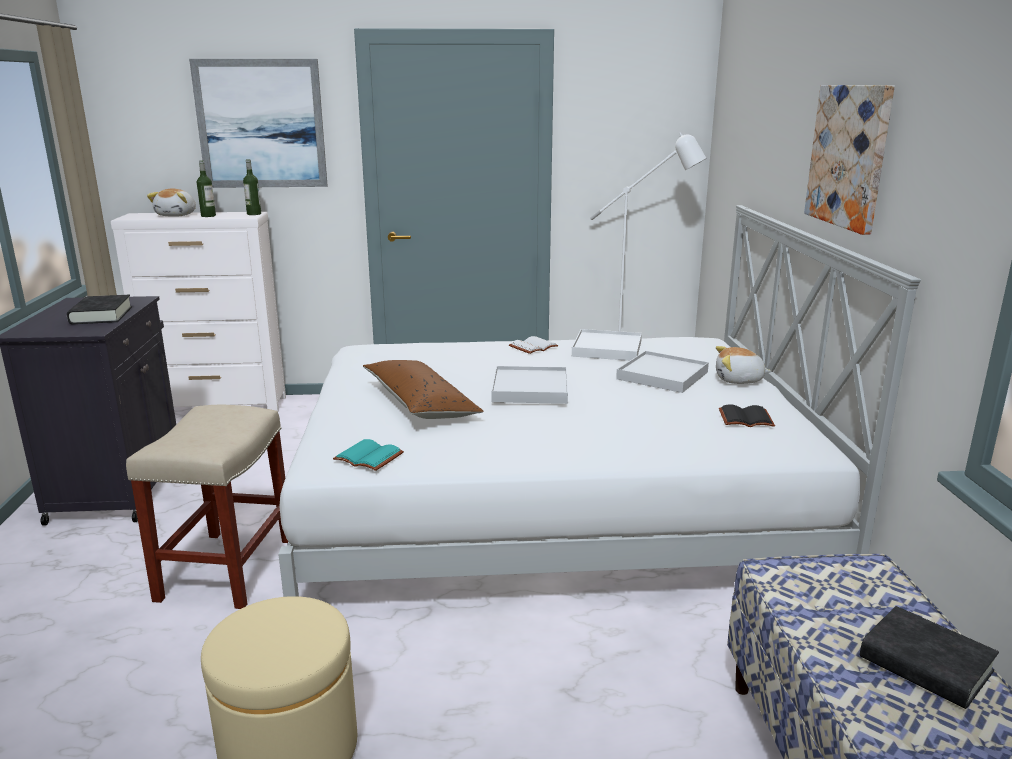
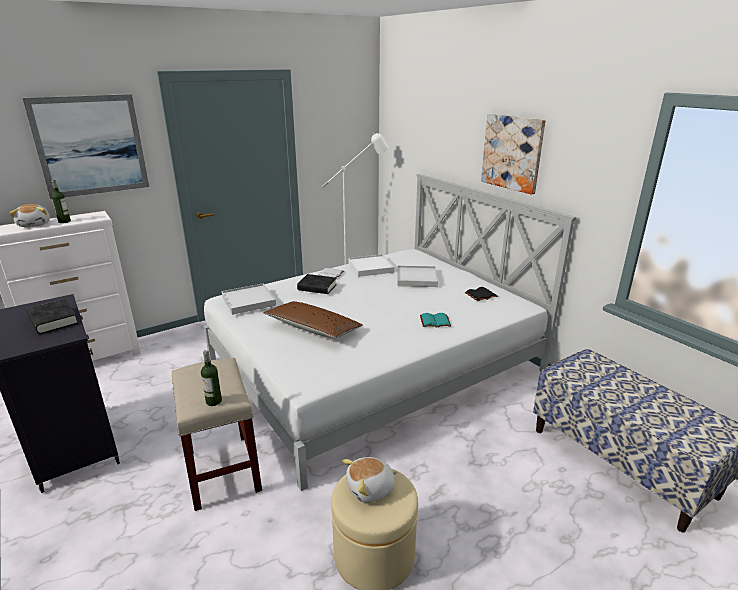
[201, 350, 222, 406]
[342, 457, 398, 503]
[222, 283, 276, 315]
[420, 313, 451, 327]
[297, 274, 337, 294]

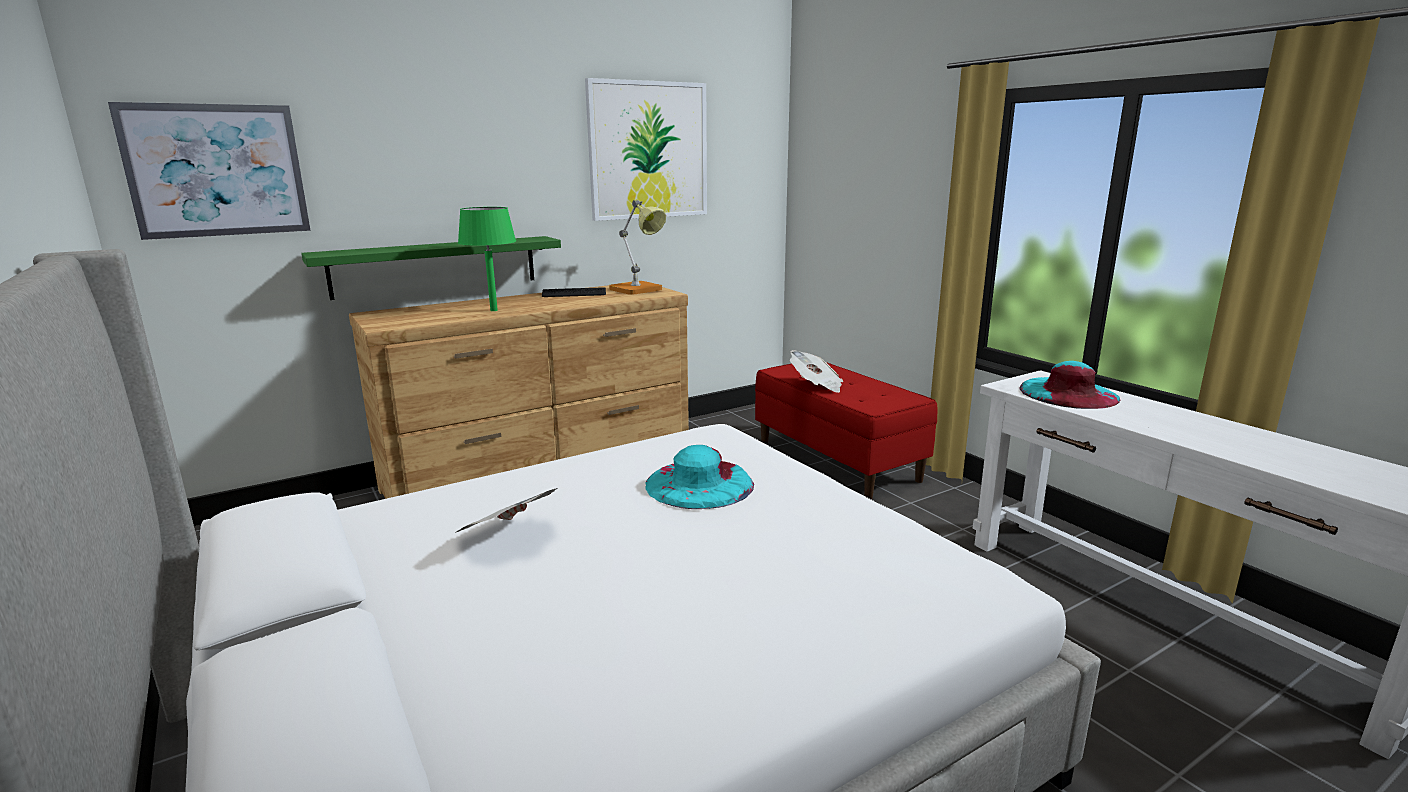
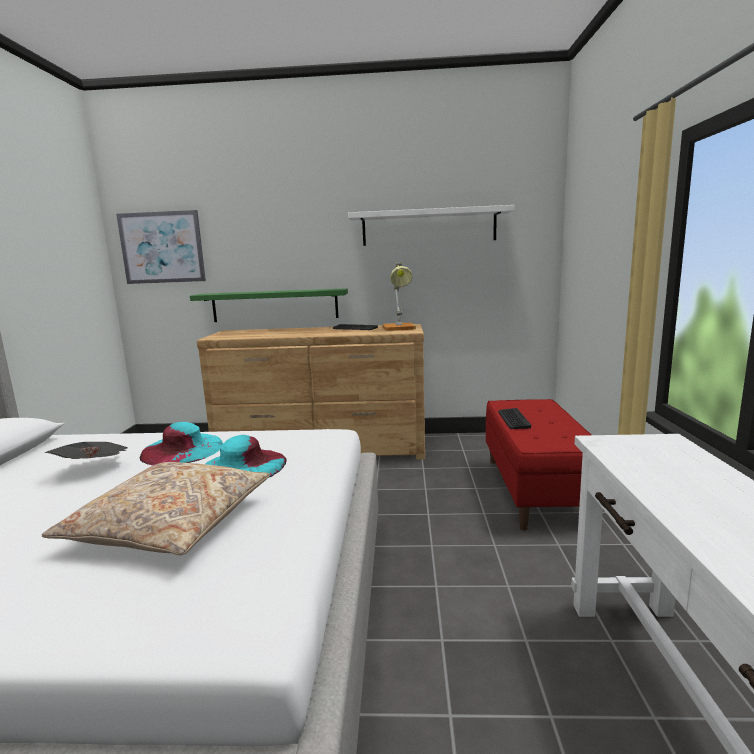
[348, 205, 515, 246]
[458, 207, 516, 311] (first image)
[498, 408, 531, 429]
[140, 422, 223, 466]
[42, 462, 270, 555]

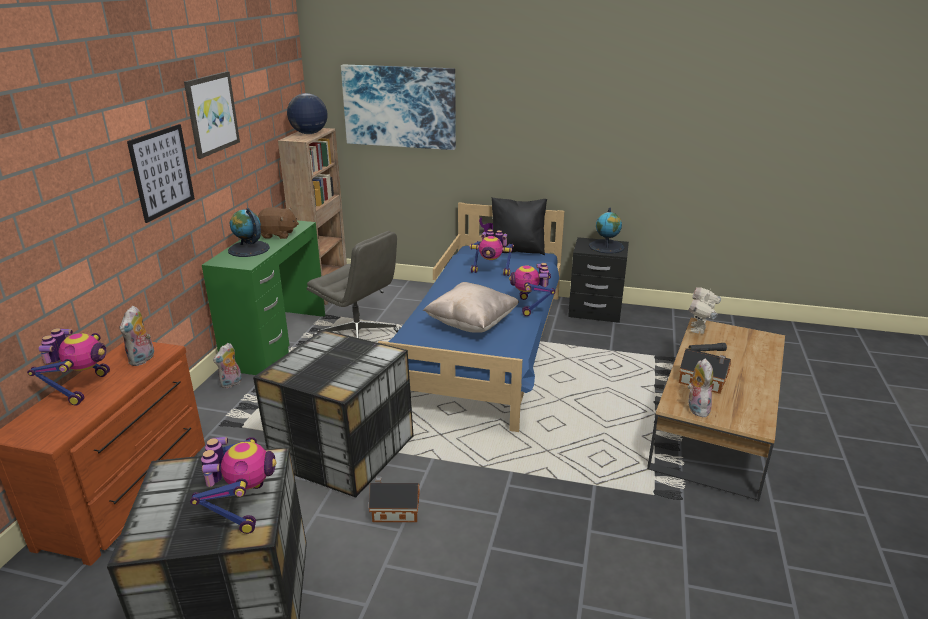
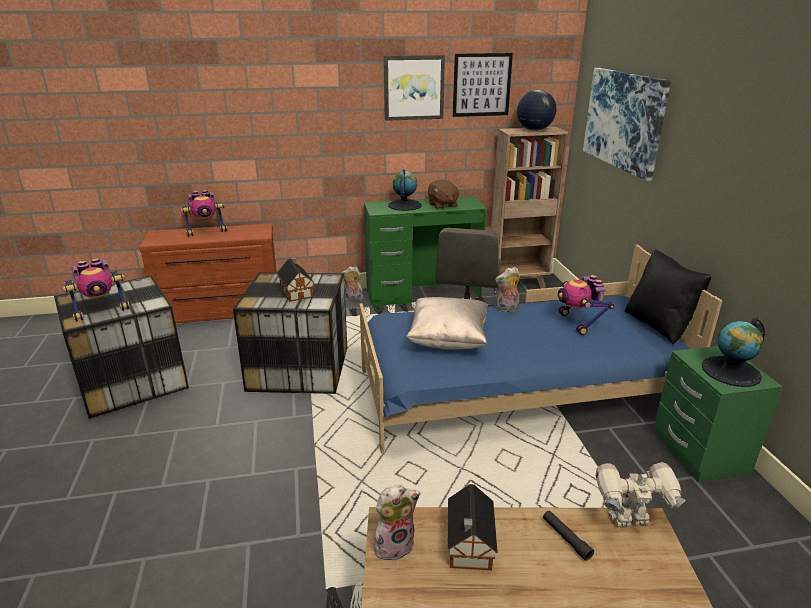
[453, 53, 513, 117]
[655, 346, 783, 482]
[509, 263, 555, 316] (first image)
[495, 267, 520, 313]
[277, 257, 314, 302]

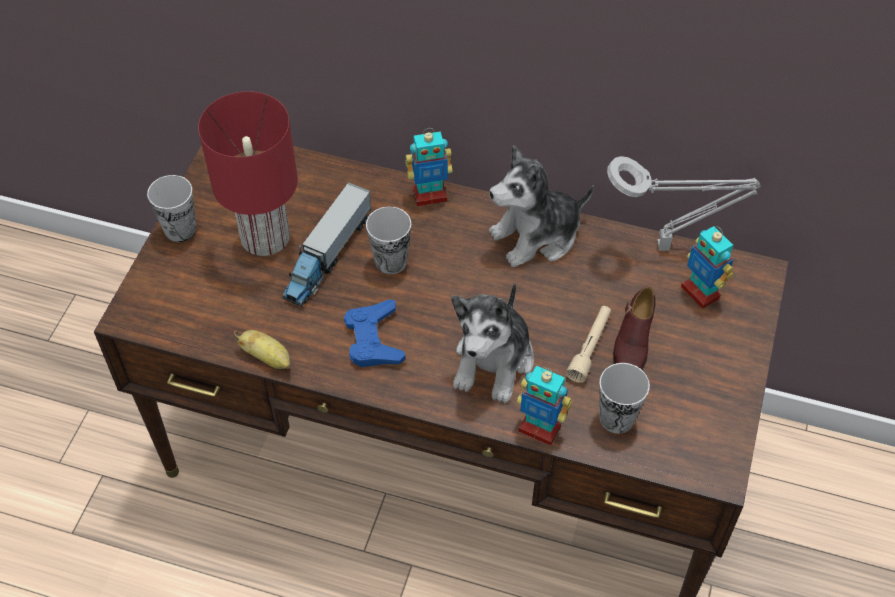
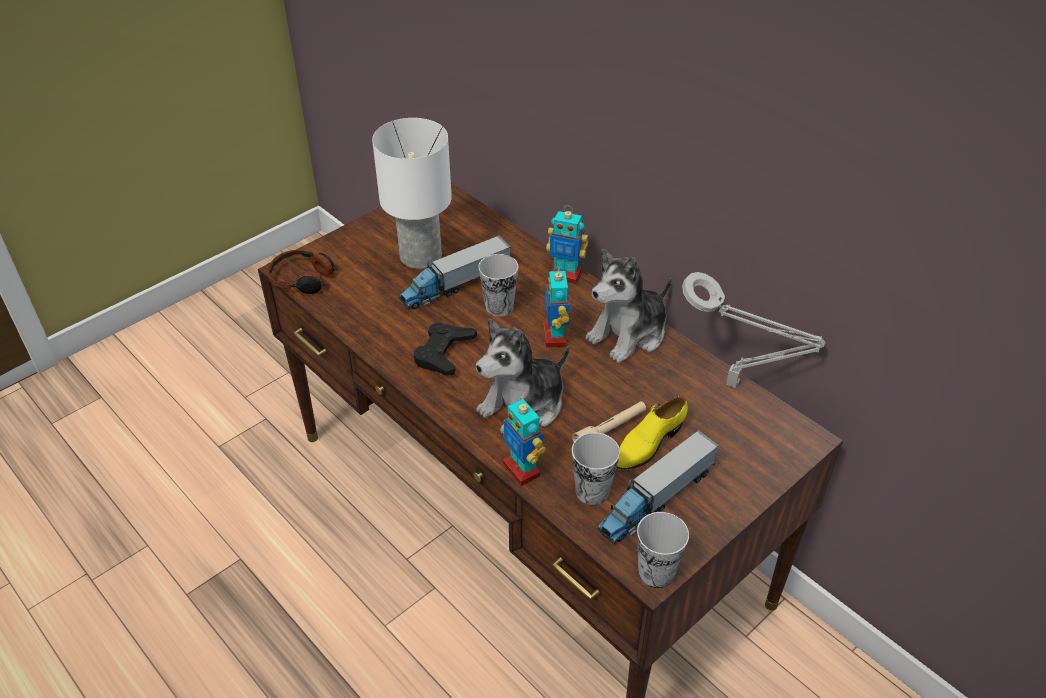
[372, 118, 452, 269]
[586, 249, 672, 363]
[637, 512, 689, 588]
[544, 266, 570, 348]
[616, 396, 688, 470]
[413, 322, 477, 376]
[234, 330, 290, 369] (first image)
[267, 250, 338, 294]
[597, 430, 719, 544]

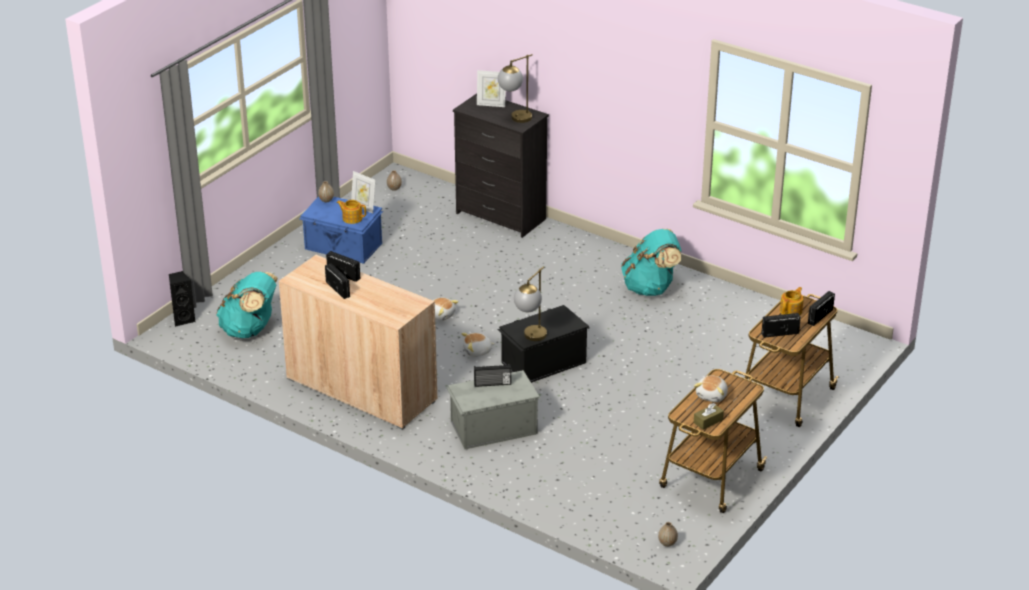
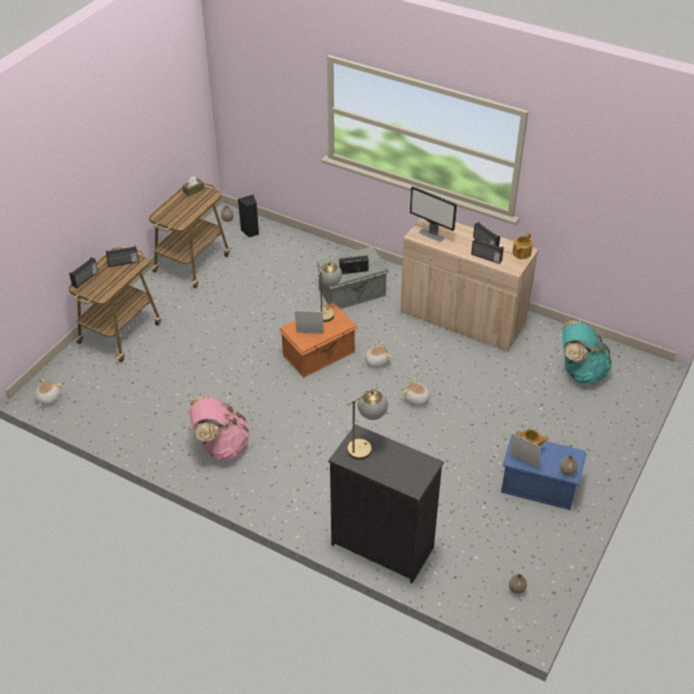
[295, 311, 324, 334]
[189, 396, 250, 461]
[238, 195, 259, 238]
[512, 233, 533, 259]
[280, 302, 358, 377]
[35, 378, 62, 406]
[410, 186, 457, 242]

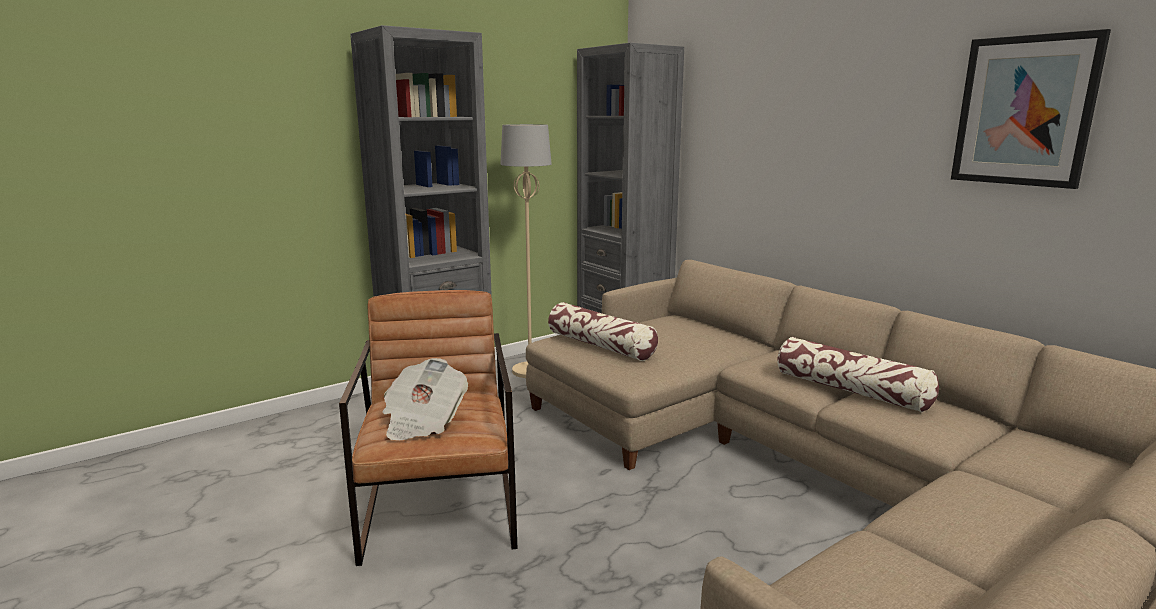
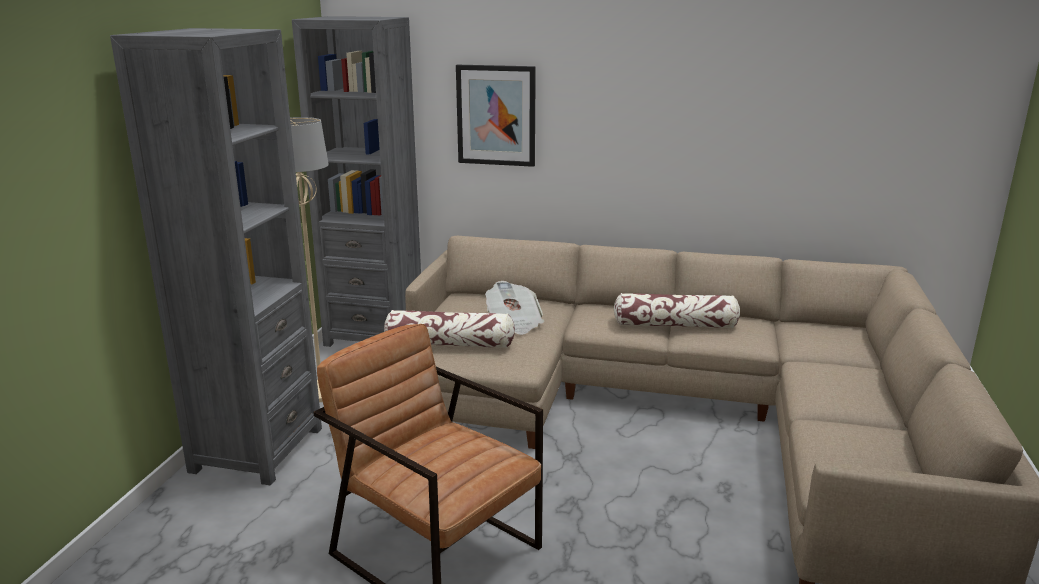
[456, 65, 536, 167]
[485, 281, 544, 335]

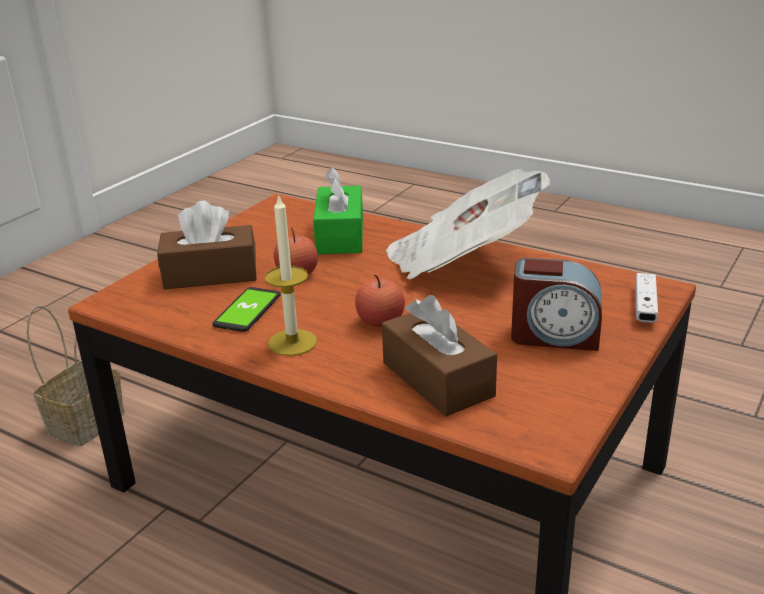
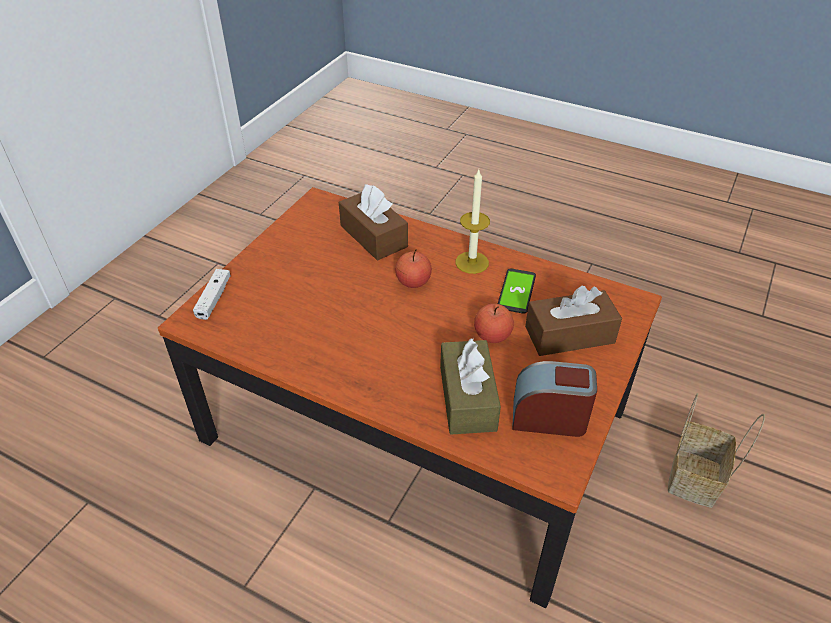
[440, 338, 501, 435]
[386, 169, 550, 280] (first image)
[512, 361, 597, 437]

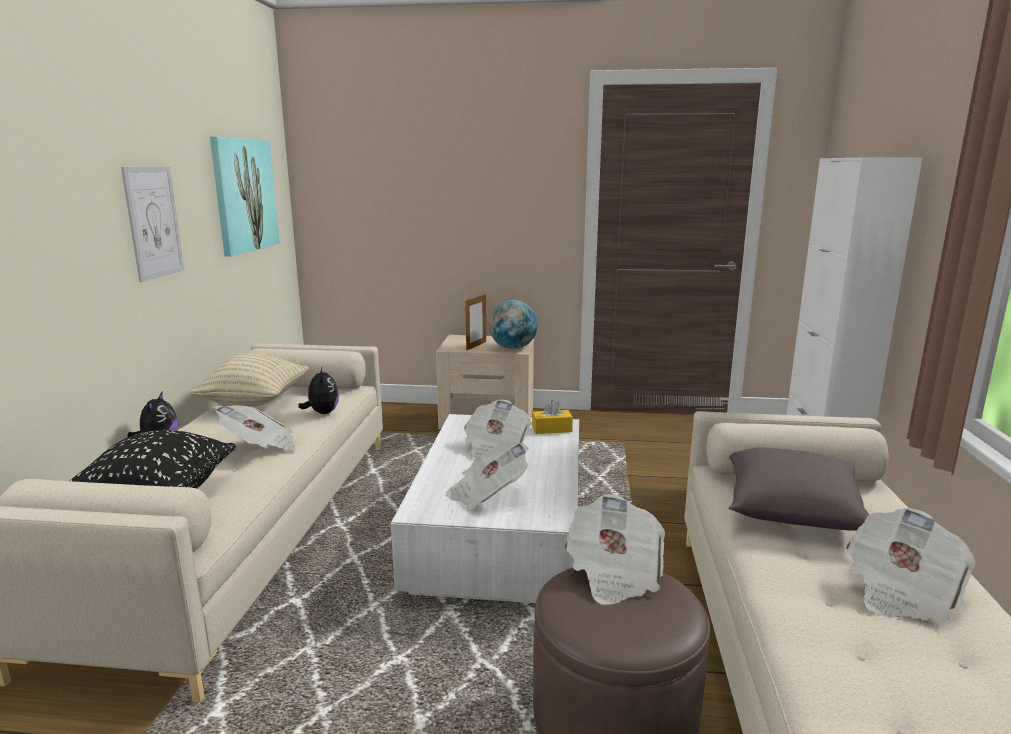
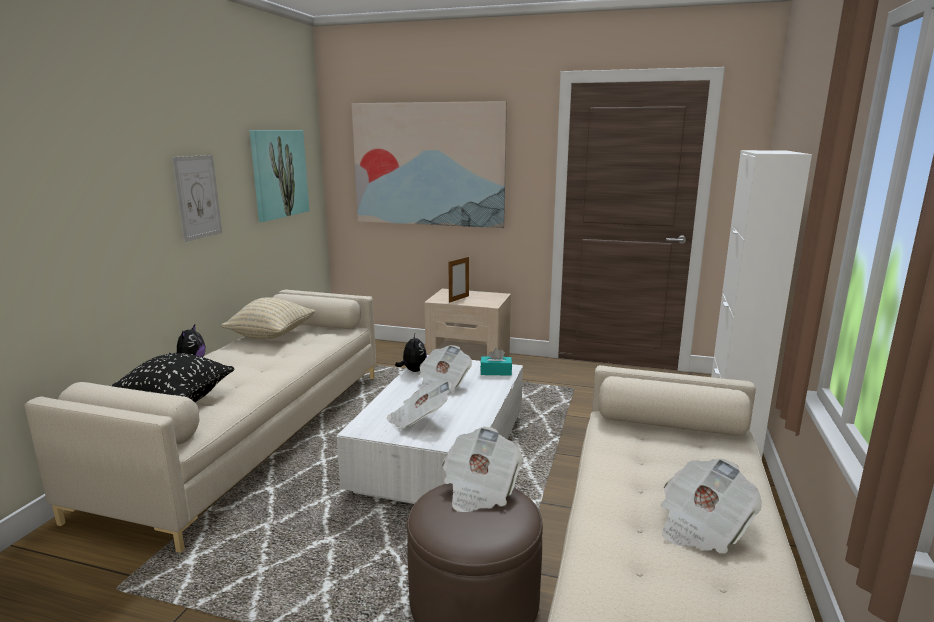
[489, 300, 538, 349] (first image)
[395, 334, 427, 372]
[480, 348, 512, 376]
[214, 405, 296, 450] (first image)
[729, 447, 869, 531] (first image)
[352, 101, 507, 228]

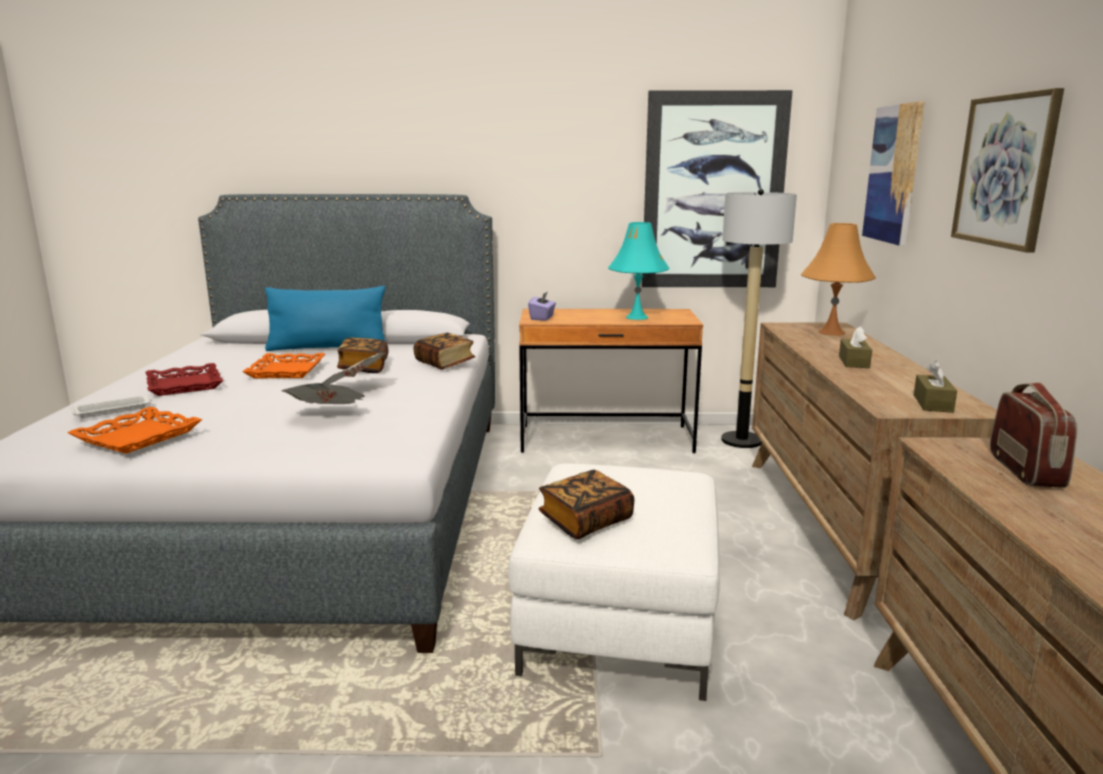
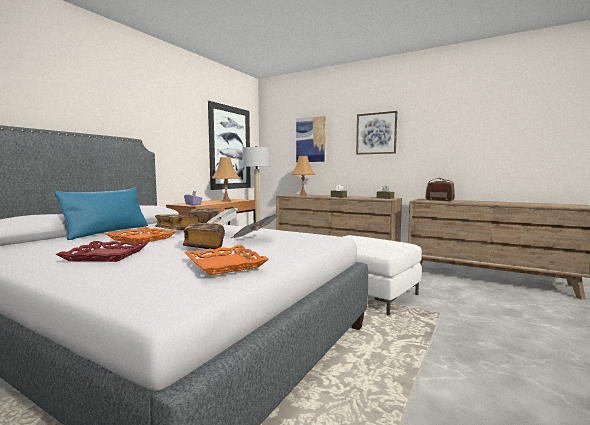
[212, 157, 240, 202]
[71, 395, 152, 418] (first image)
[183, 223, 225, 249]

